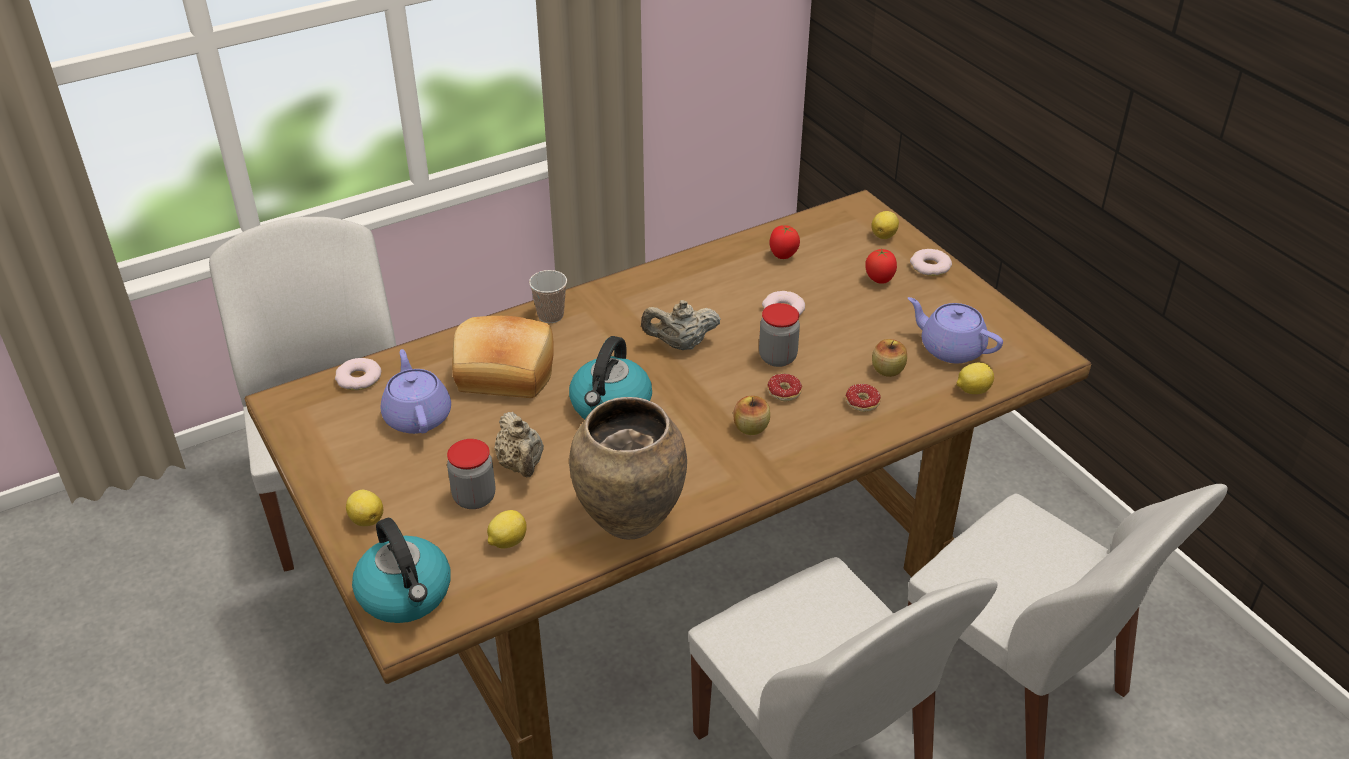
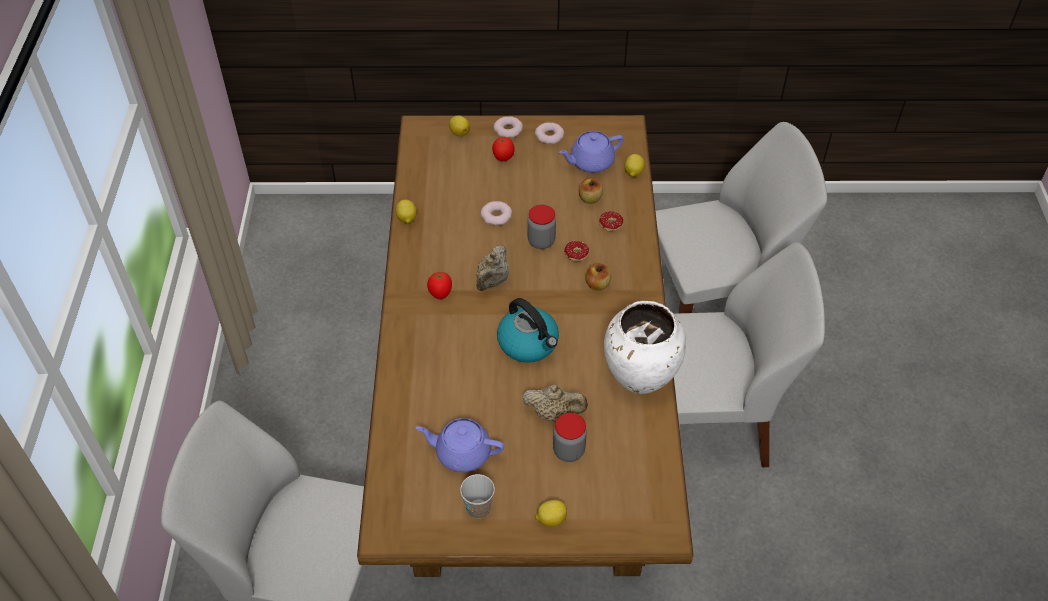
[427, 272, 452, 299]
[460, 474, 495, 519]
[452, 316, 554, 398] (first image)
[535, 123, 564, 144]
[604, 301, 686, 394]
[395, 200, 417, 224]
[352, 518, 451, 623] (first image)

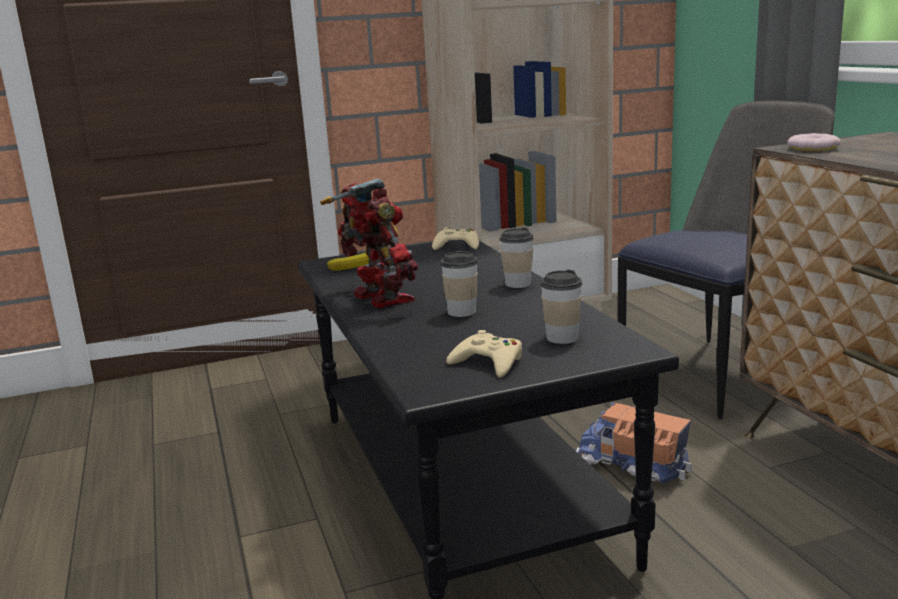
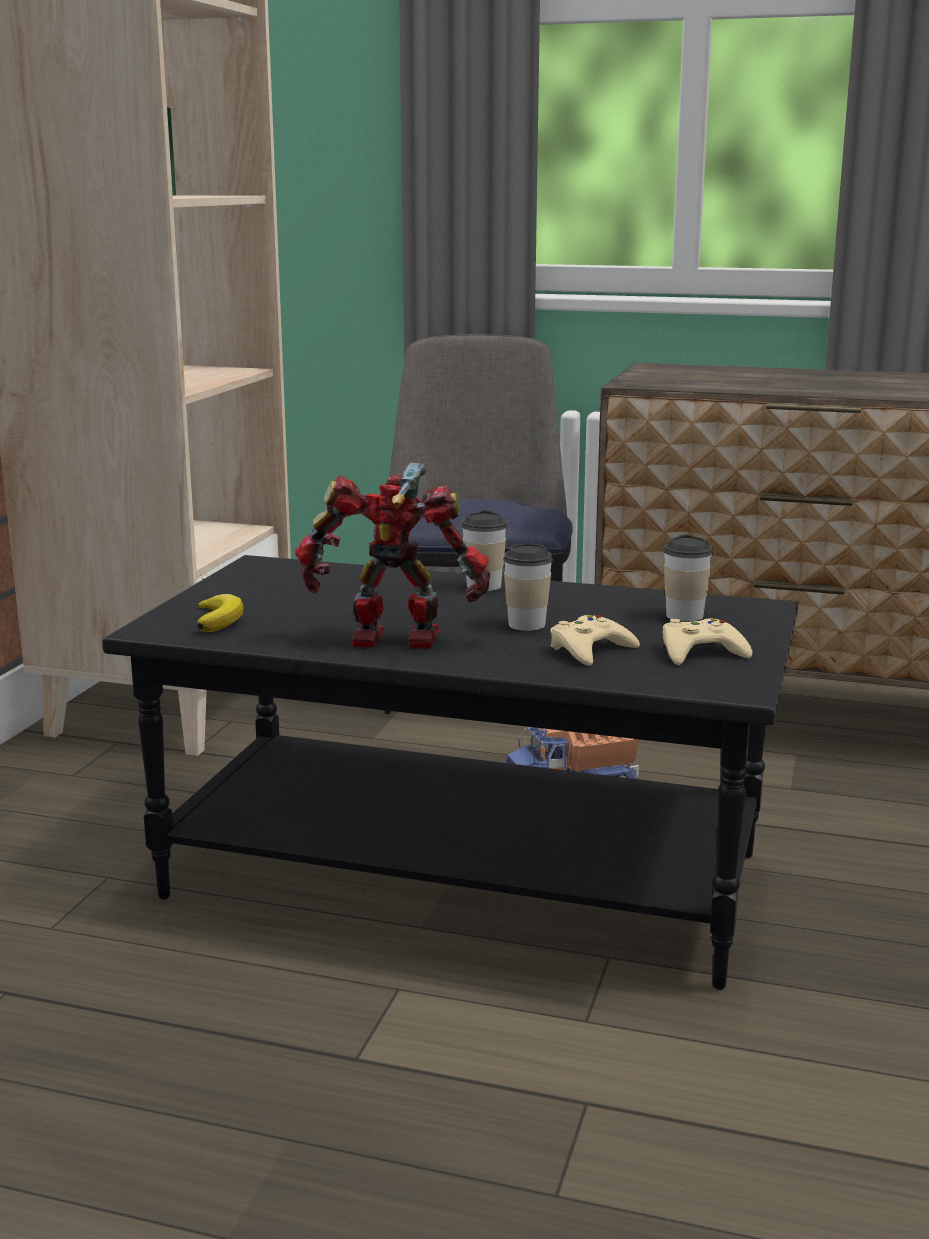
[787, 133, 841, 151] (first image)
[550, 615, 640, 666]

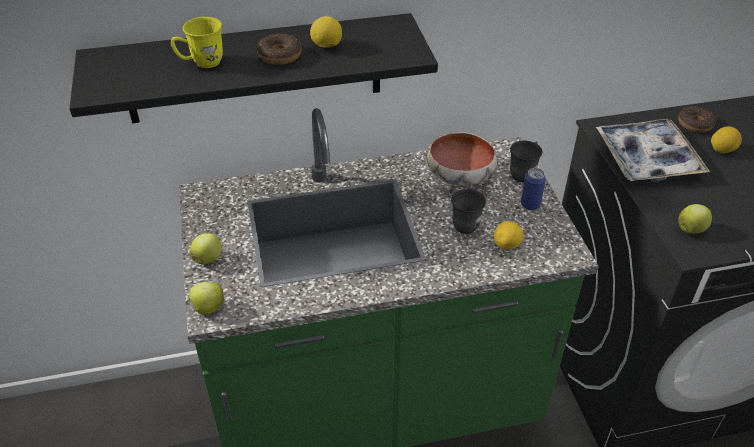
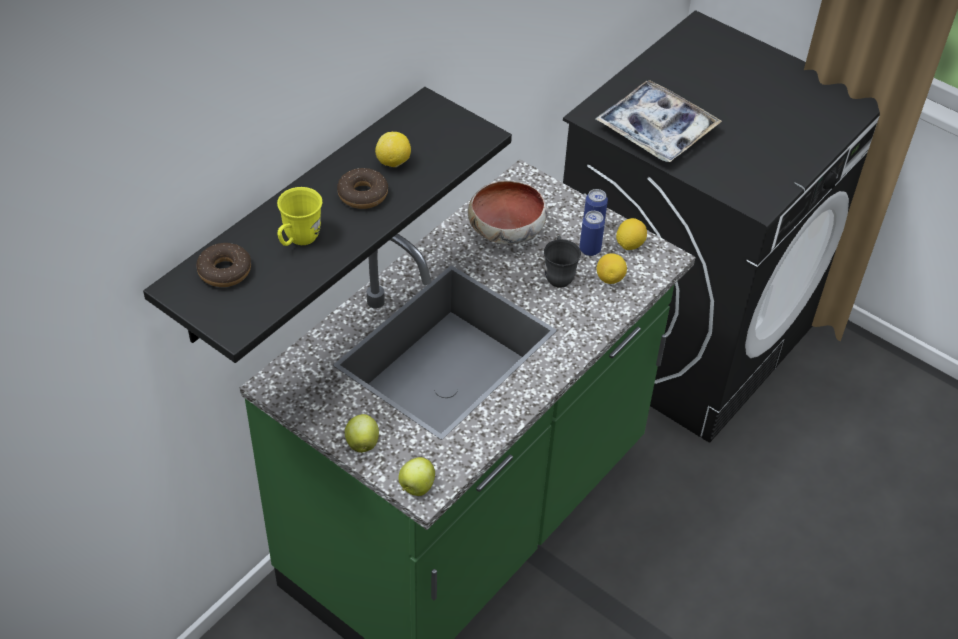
[196, 243, 251, 287]
[616, 218, 647, 250]
[510, 141, 542, 182] (first image)
[678, 204, 712, 234] (first image)
[579, 211, 605, 256]

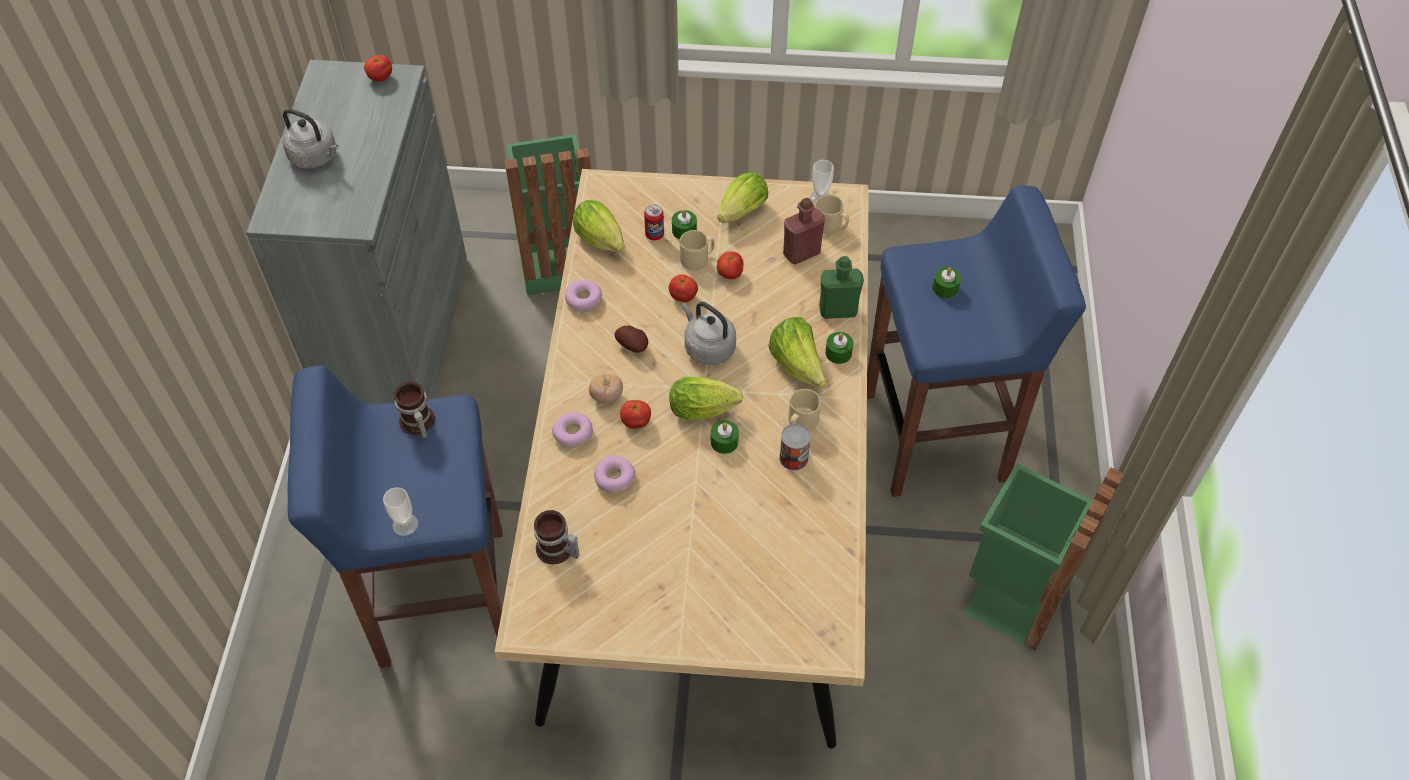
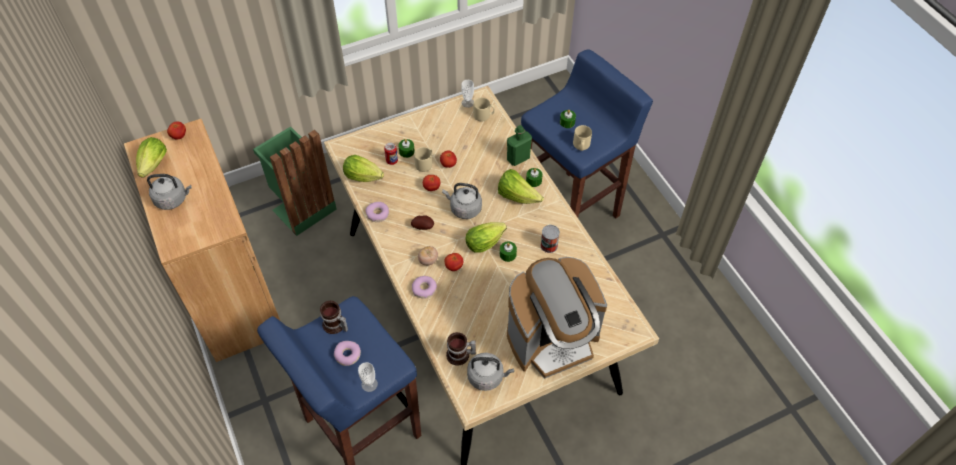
[124, 119, 280, 362]
[136, 137, 167, 178]
[783, 198, 825, 265] (first image)
[573, 125, 592, 151]
[334, 341, 361, 366]
[963, 463, 1124, 651] (first image)
[507, 257, 607, 379]
[467, 353, 514, 391]

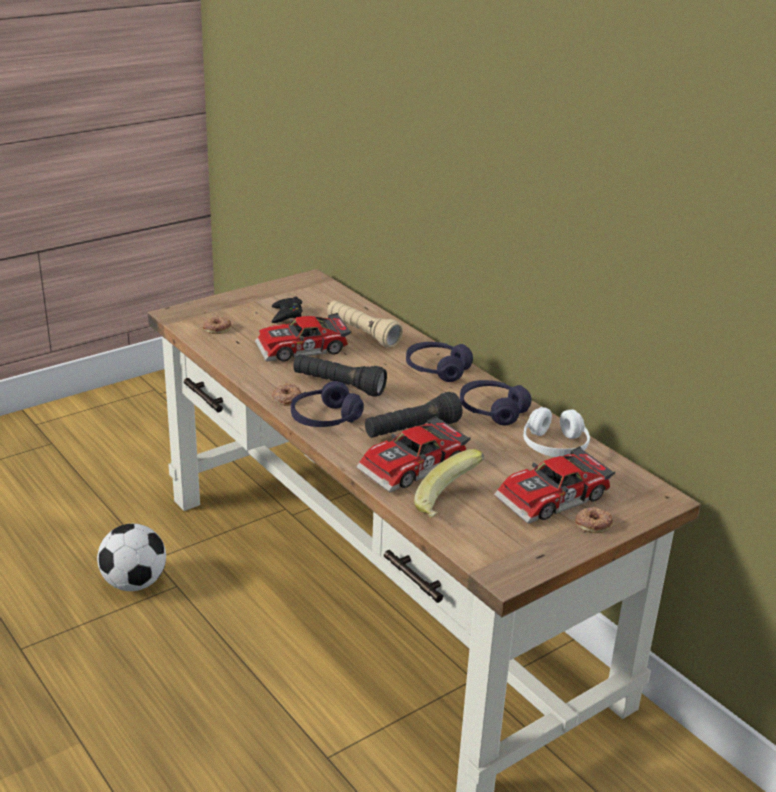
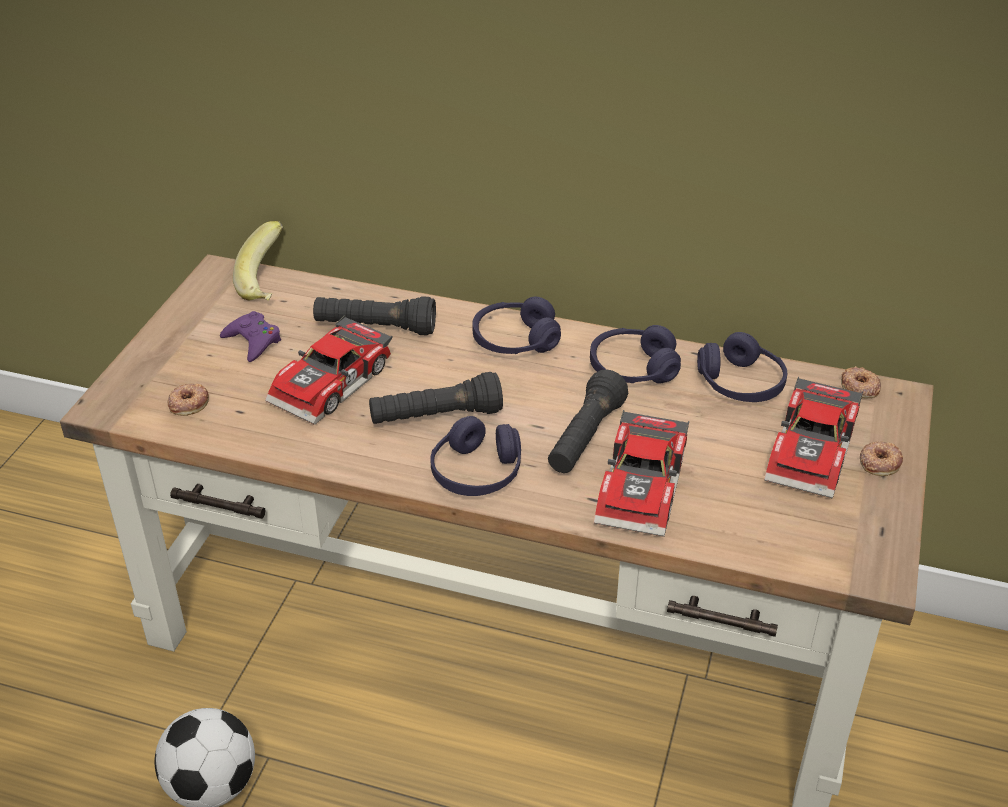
[220, 311, 281, 362]
[313, 296, 436, 336]
[841, 366, 881, 398]
[697, 332, 787, 402]
[233, 221, 283, 301]

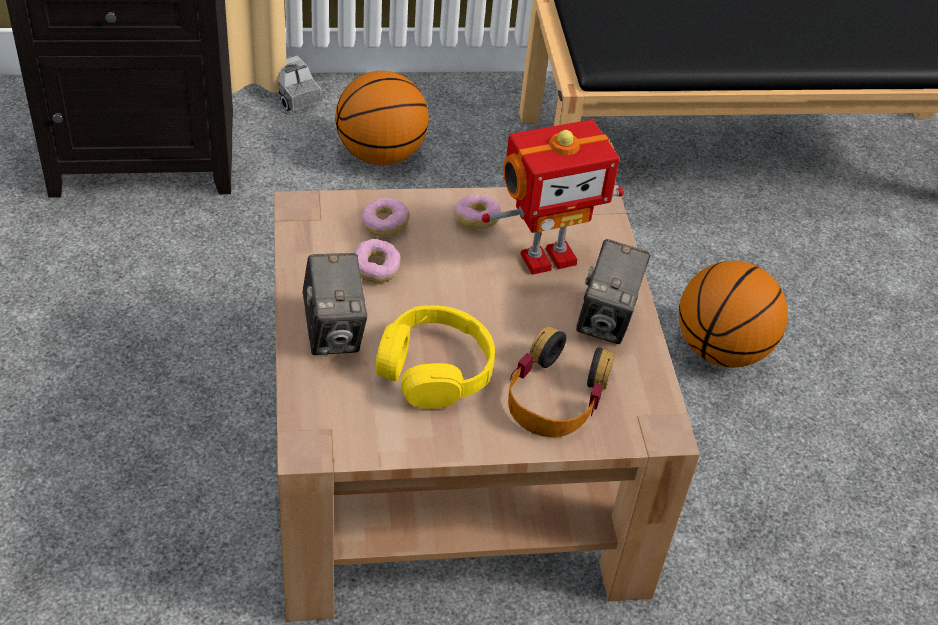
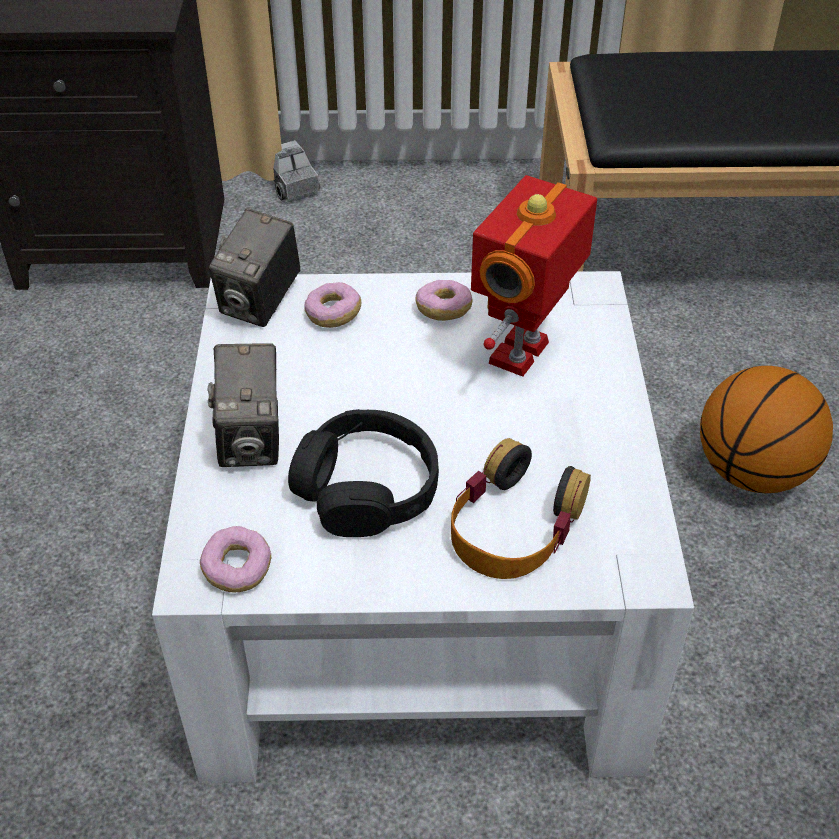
[335, 71, 429, 165] (first image)
[471, 175, 597, 377]
[152, 271, 694, 783]
[200, 526, 271, 592]
[209, 208, 300, 327]
[288, 409, 439, 537]

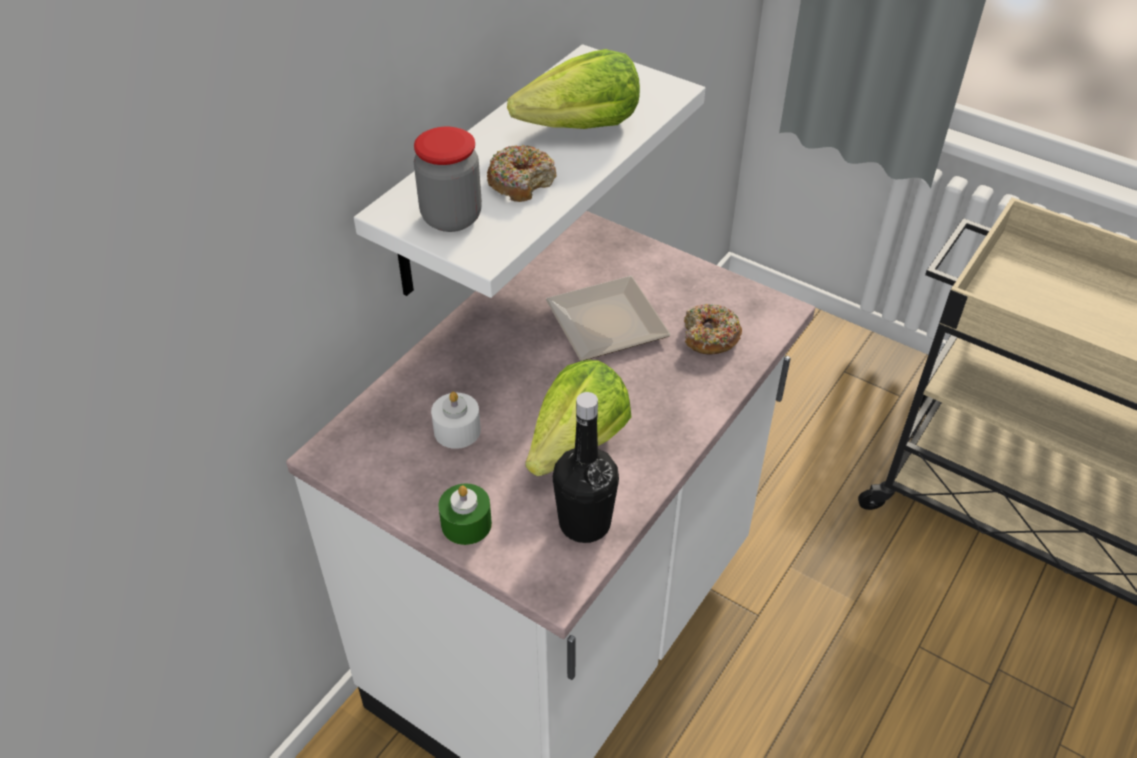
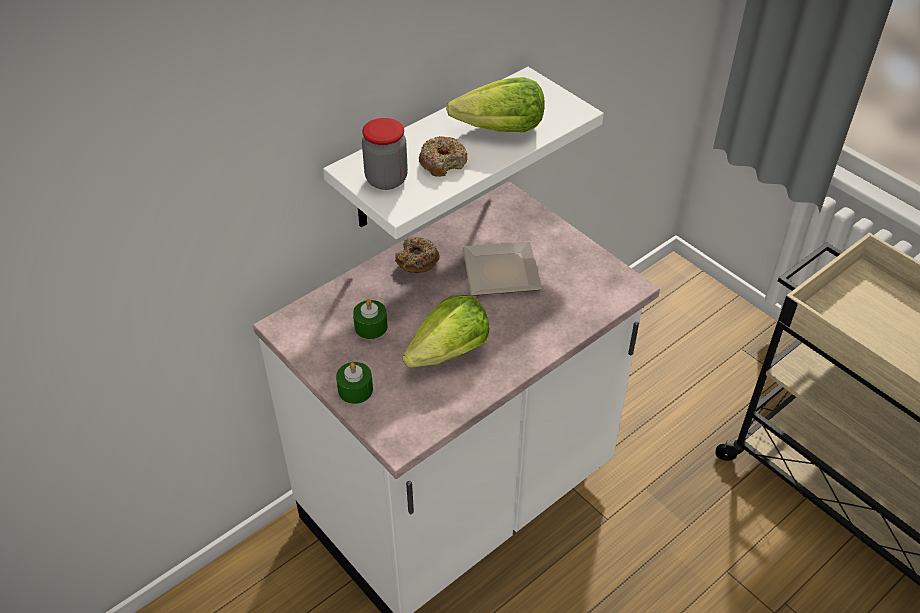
[395, 237, 440, 273]
[353, 299, 387, 339]
[553, 392, 619, 543] (first image)

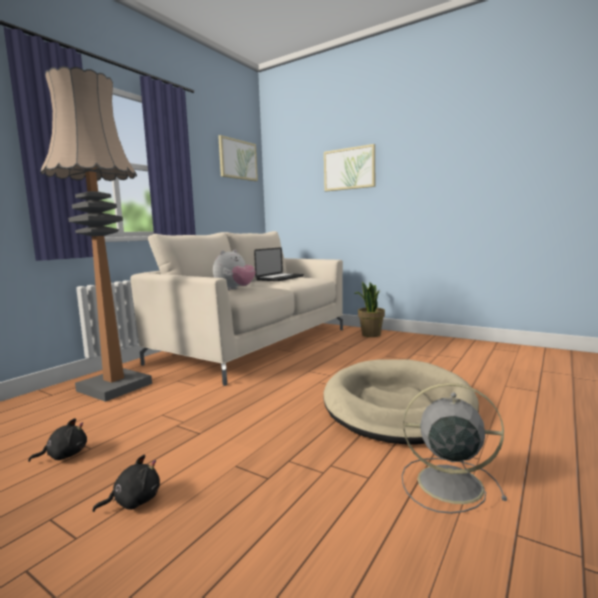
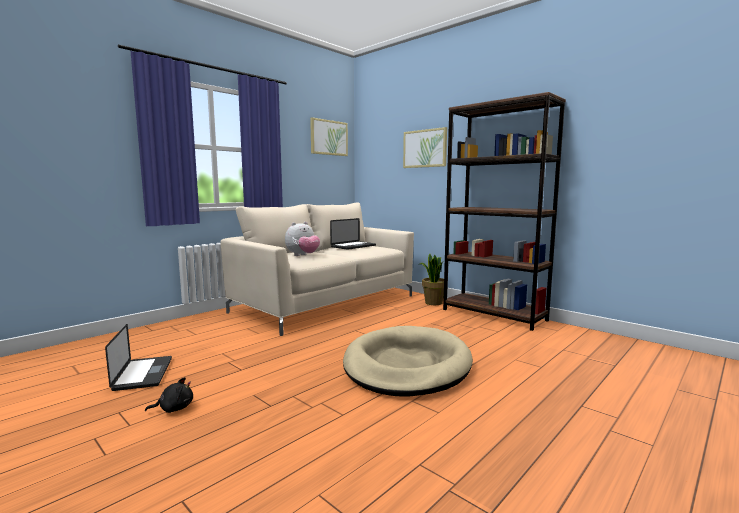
[40, 66, 152, 402] (first image)
[402, 383, 507, 514] (first image)
[105, 324, 172, 391]
[443, 92, 566, 331]

